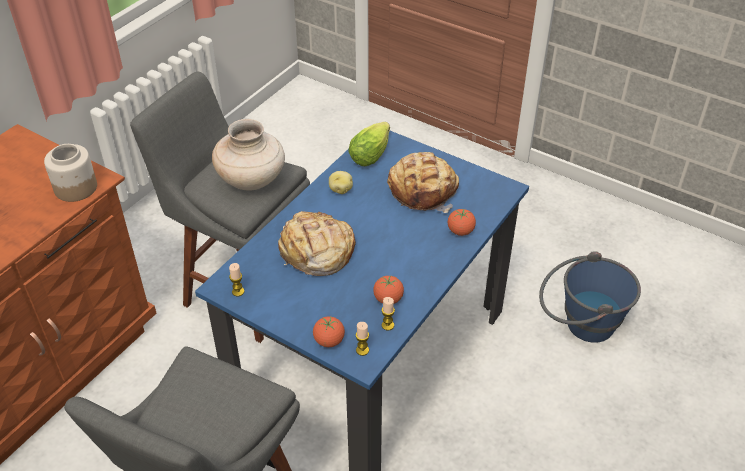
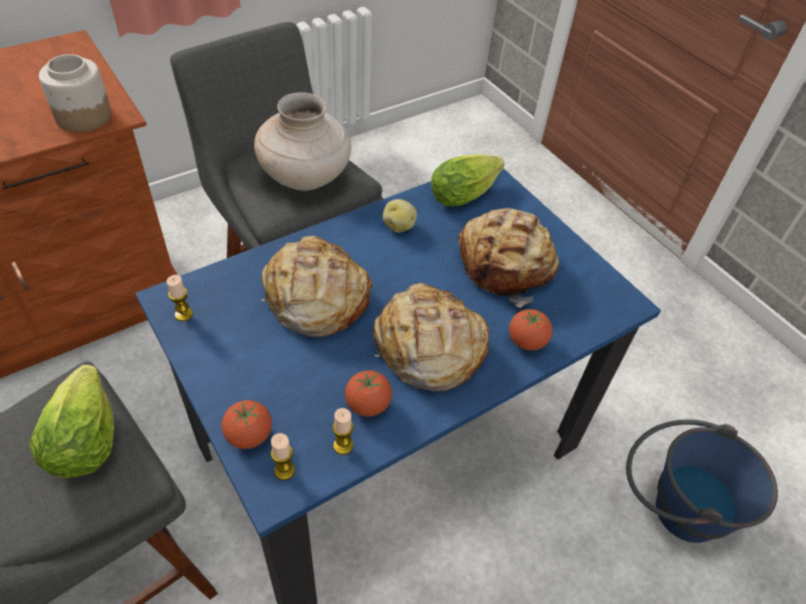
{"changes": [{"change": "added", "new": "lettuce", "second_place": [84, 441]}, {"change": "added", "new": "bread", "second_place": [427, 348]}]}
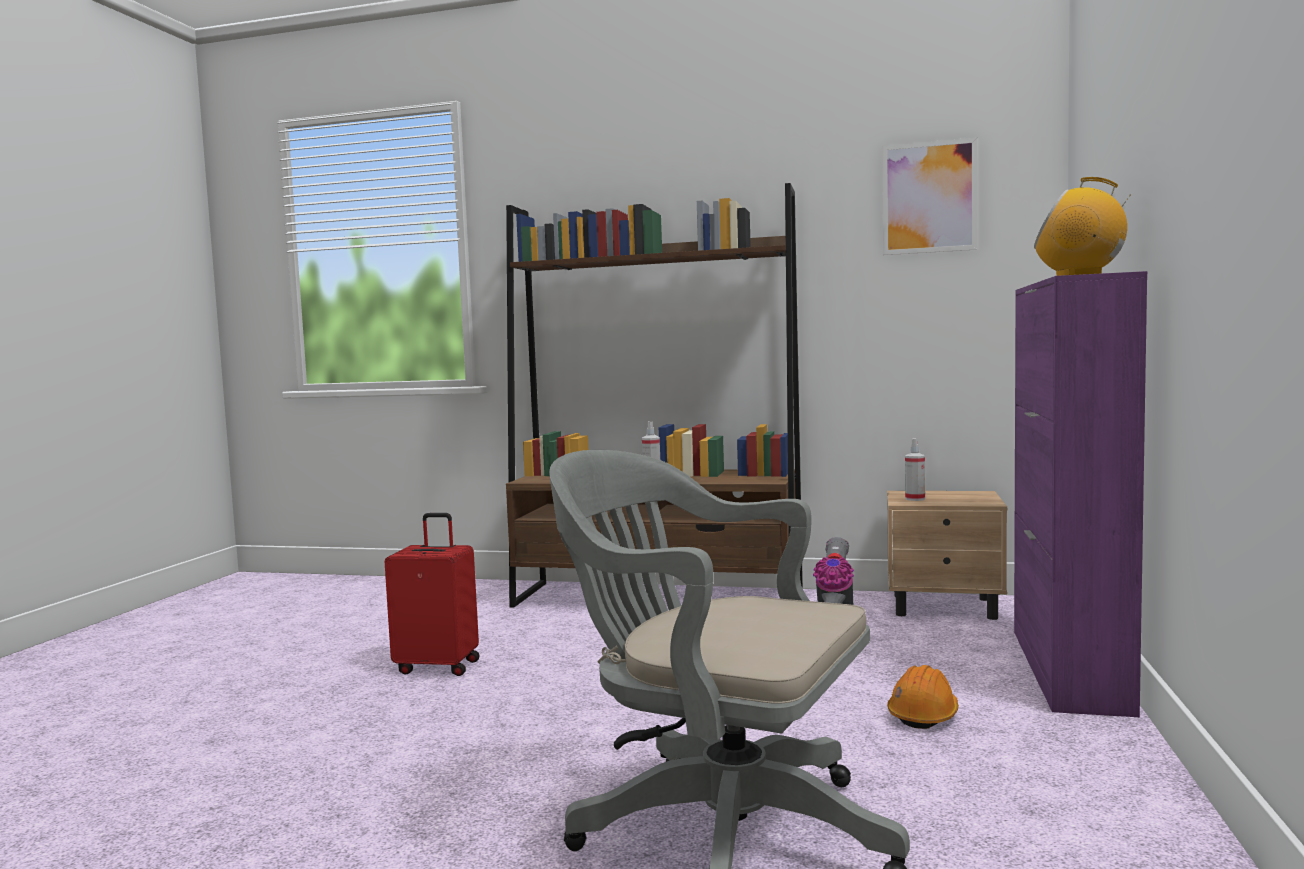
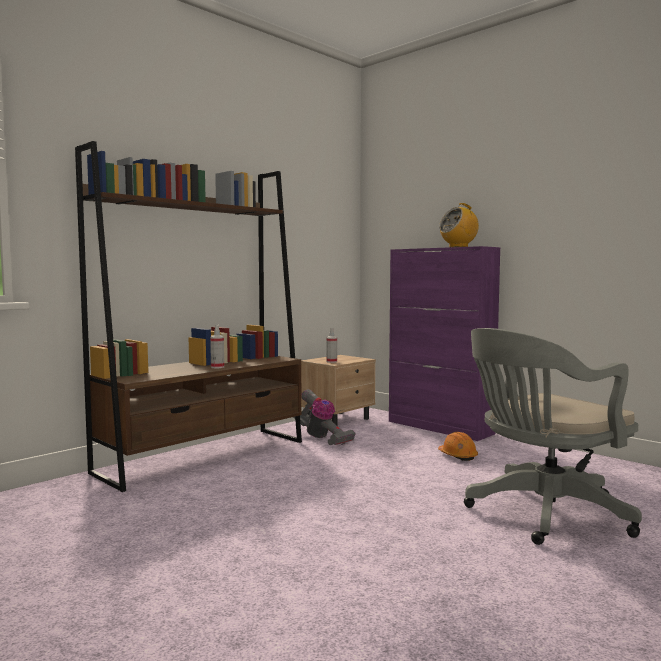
{"changes": [{"change": "removed", "old": "red suitcase", "first_place": [438, 666]}, {"change": "removed", "old": "picture", "first_place": [929, 197]}]}
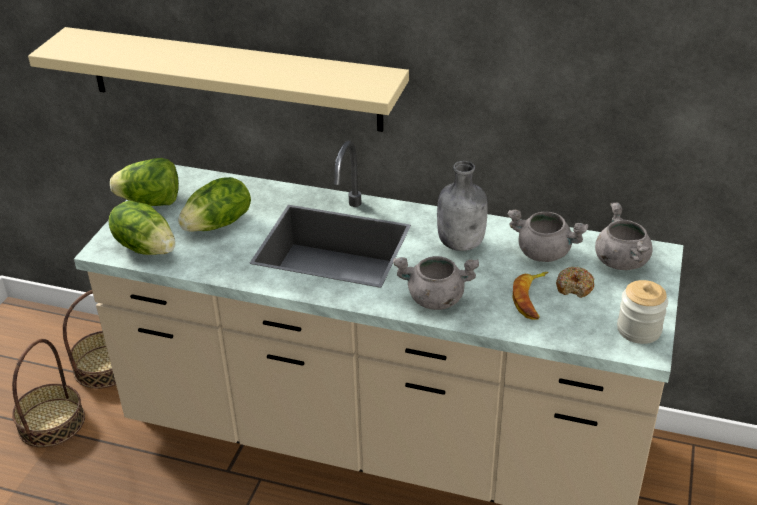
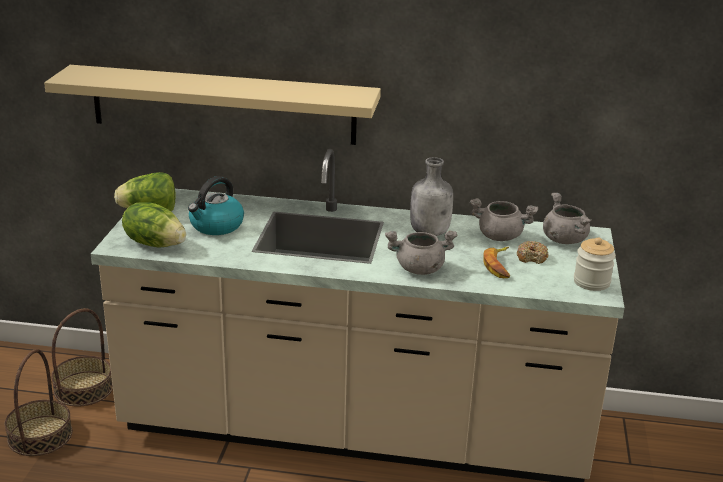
{"changes": [{"change": "replaced", "old": "lettuce", "new": "kettle", "first_place": [219, 224], "second_place": [216, 226]}]}
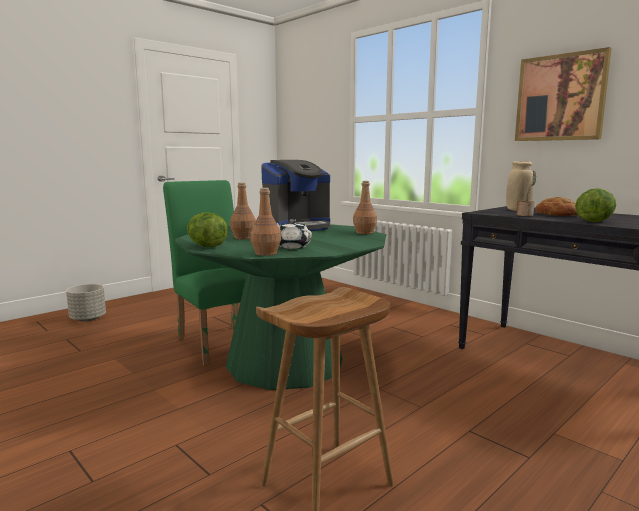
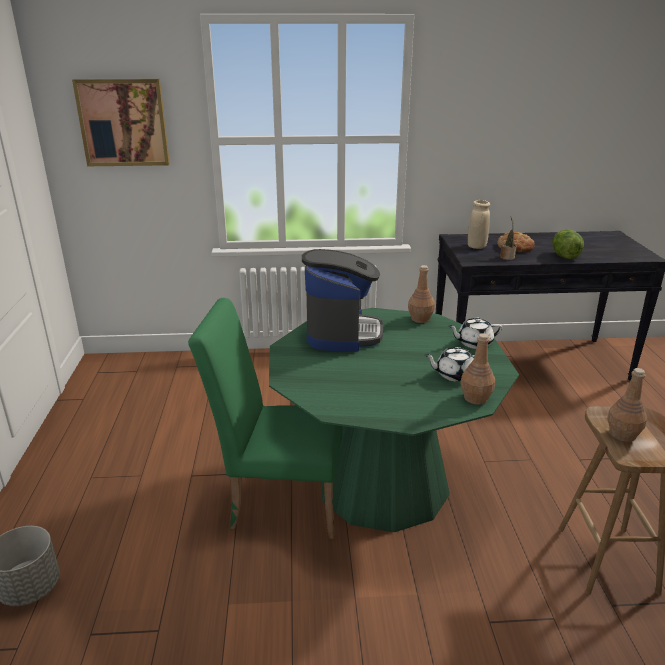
{"changes": [{"change": "moved", "old": "picture", "first_place": [560, 98], "second_place": [123, 123]}, {"change": "added", "new": "white teapot", "second_place": [473, 343]}, {"change": "moved", "old": "brown bottle", "first_place": [243, 238], "second_place": [623, 434]}, {"change": "removed", "old": "lettuce", "first_place": [207, 246]}]}
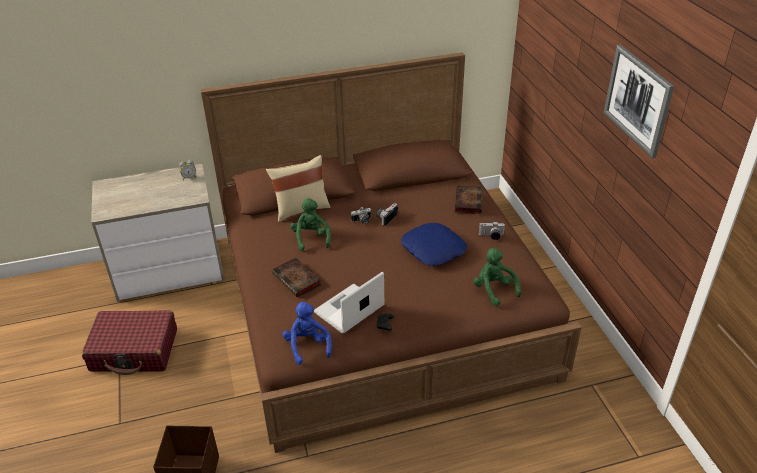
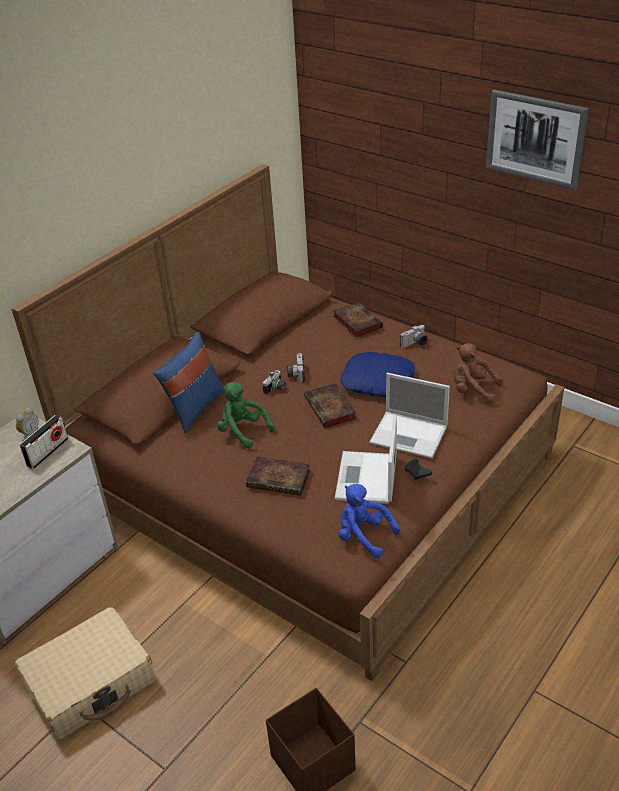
{"changes": [{"change": "recoloured", "old": "red suitcase", "new": "beige suitcase", "first_place": [134, 350], "second_place": [91, 682]}, {"change": "added", "new": "radio", "second_place": [47, 452]}, {"change": "recoloured", "old": "beige pillow", "new": "blue pillow", "first_place": [301, 209], "second_place": [194, 408]}, {"change": "added", "new": "book", "second_place": [331, 409]}, {"change": "added", "new": "laptop", "second_place": [410, 435]}, {"change": "recoloured", "old": "green plush toy", "new": "brown plush toy", "first_place": [494, 290], "second_place": [472, 390]}]}
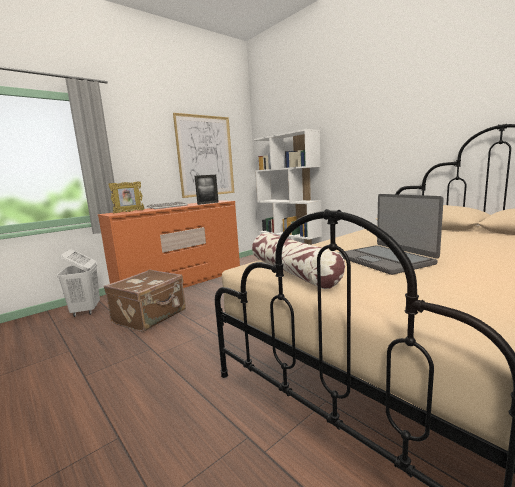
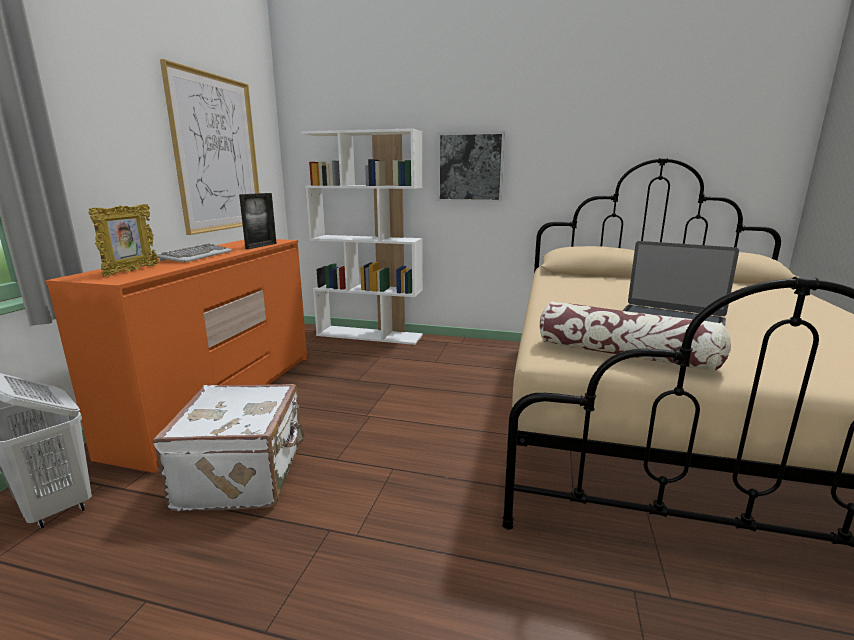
{"changes": [{"change": "recoloured", "old": "brown suitcase", "new": "white suitcase", "first_place": [150, 316], "second_place": [244, 475]}, {"change": "added", "new": "picture", "second_place": [470, 167]}]}
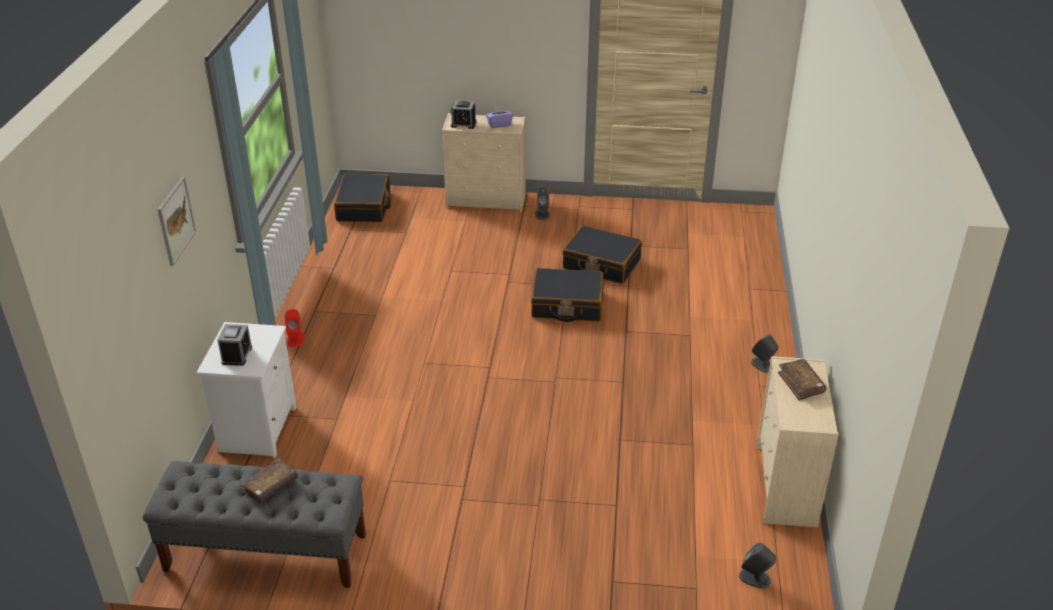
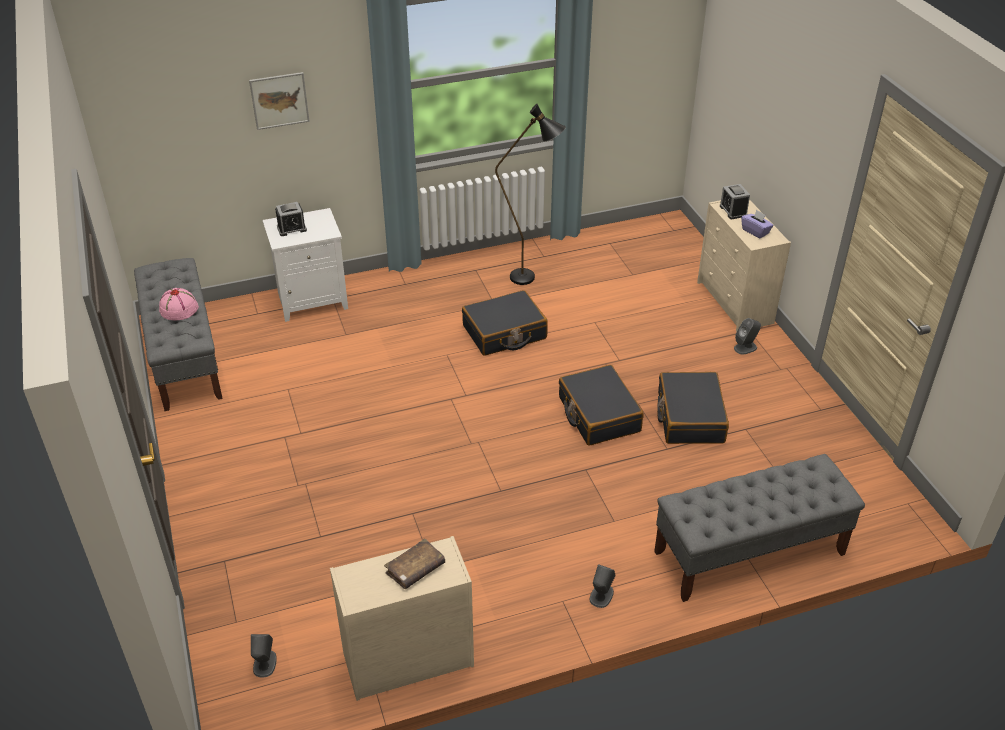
{"changes": [{"change": "replaced", "old": "brown book", "new": "pink hat", "first_place": [270, 486], "second_place": [178, 308]}, {"change": "moved", "old": "black suitcase", "first_place": [364, 207], "second_place": [504, 333]}, {"change": "added", "new": "black floor lamp", "second_place": [531, 279]}, {"change": "added", "new": "grey bench", "second_place": [749, 553]}, {"change": "removed", "old": "red speaker", "first_place": [296, 339]}]}
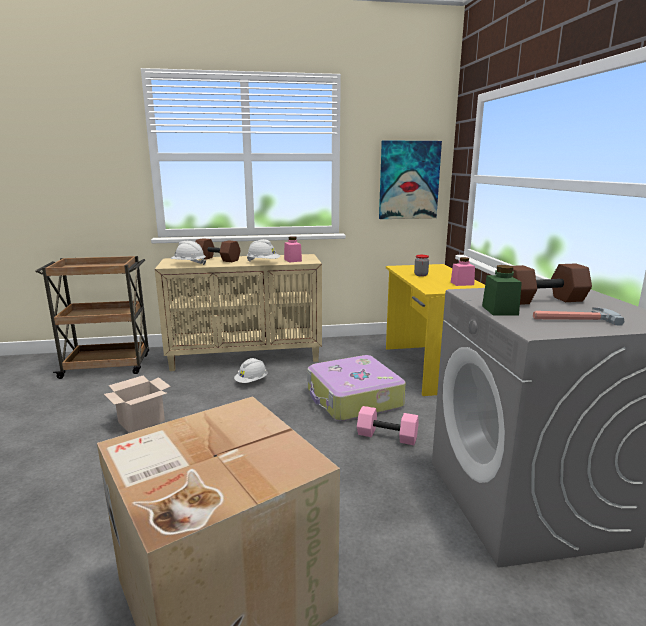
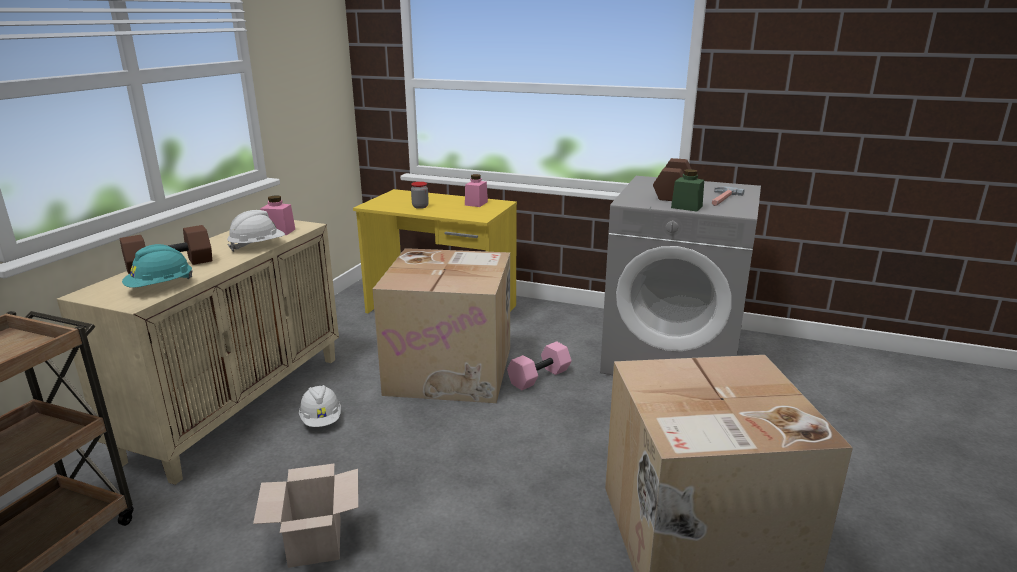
{"changes": [{"change": "recoloured", "old": "white hard hat", "new": "turquoise hard hat", "first_place": [188, 264], "second_place": [160, 287]}, {"change": "replaced", "old": "suitcase", "new": "cardboard box", "first_place": [353, 399], "second_place": [452, 369]}, {"change": "removed", "old": "picture", "first_place": [409, 180]}]}
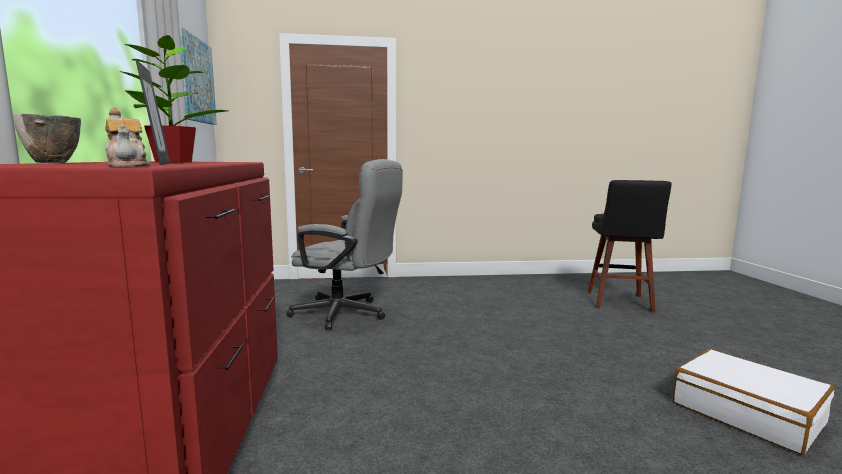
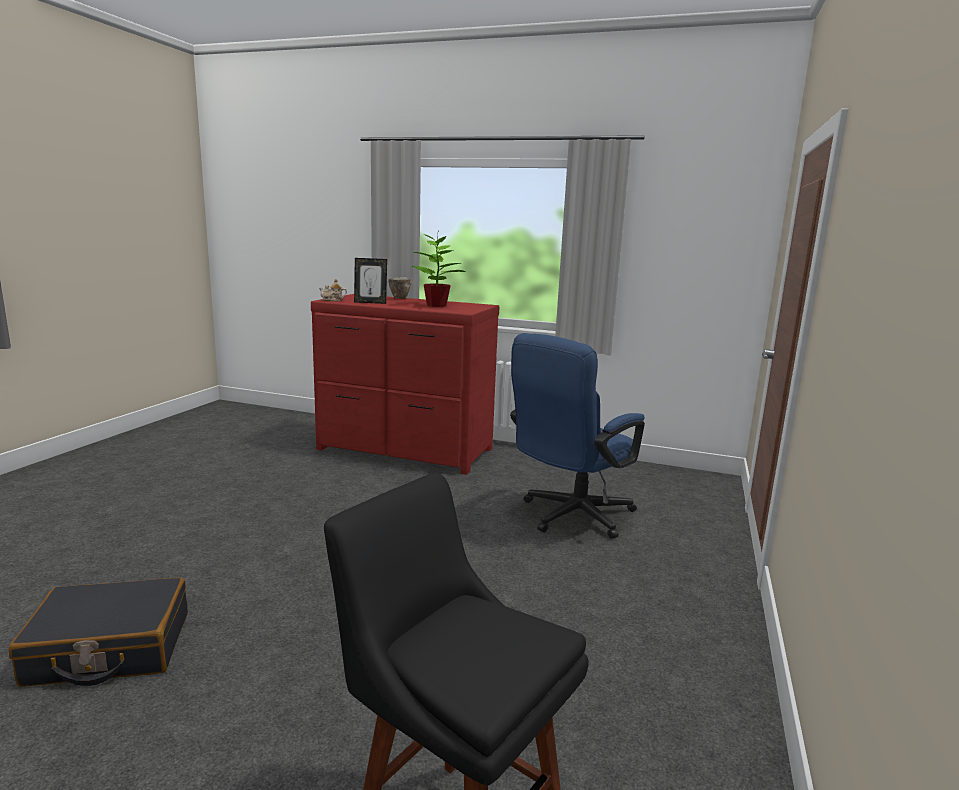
{"changes": [{"change": "recoloured", "old": "white suitcase", "new": "black suitcase", "first_place": [747, 413], "second_place": [109, 649]}, {"change": "recoloured", "old": "grey office chair", "new": "blue office chair", "first_place": [347, 314], "second_place": [570, 517]}, {"change": "removed", "old": "picture", "first_place": [195, 80]}]}
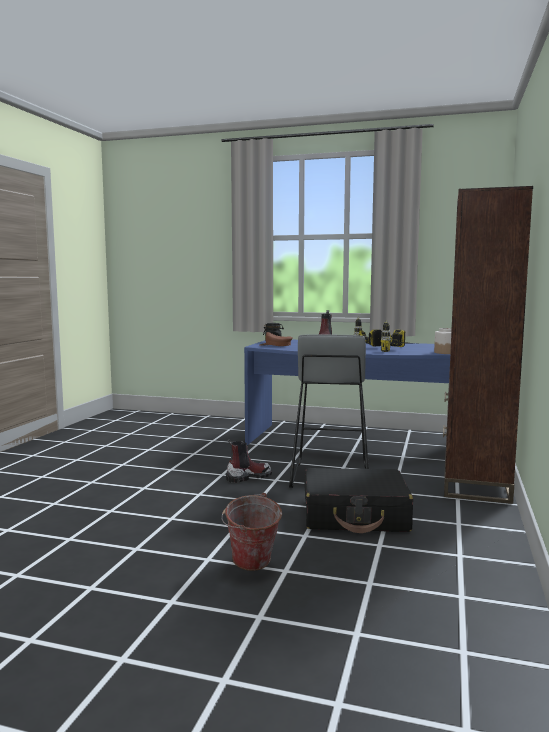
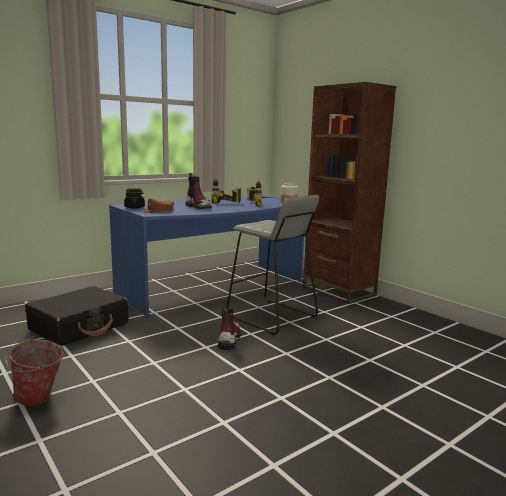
{"changes": [{"change": "moved", "old": "bucket", "first_place": [251, 566], "second_place": [38, 400]}, {"change": "moved", "old": "black suitcase", "first_place": [355, 515], "second_place": [79, 326]}]}
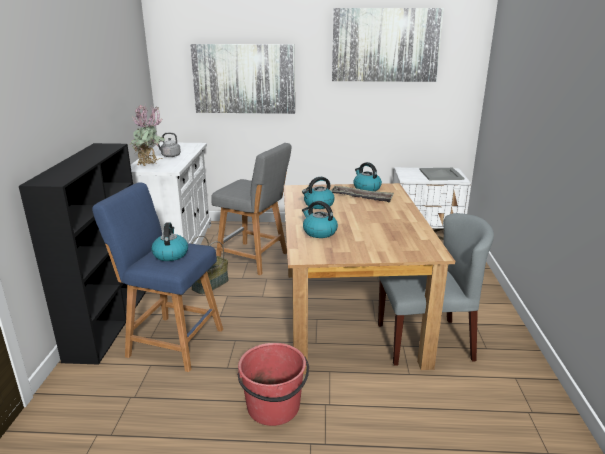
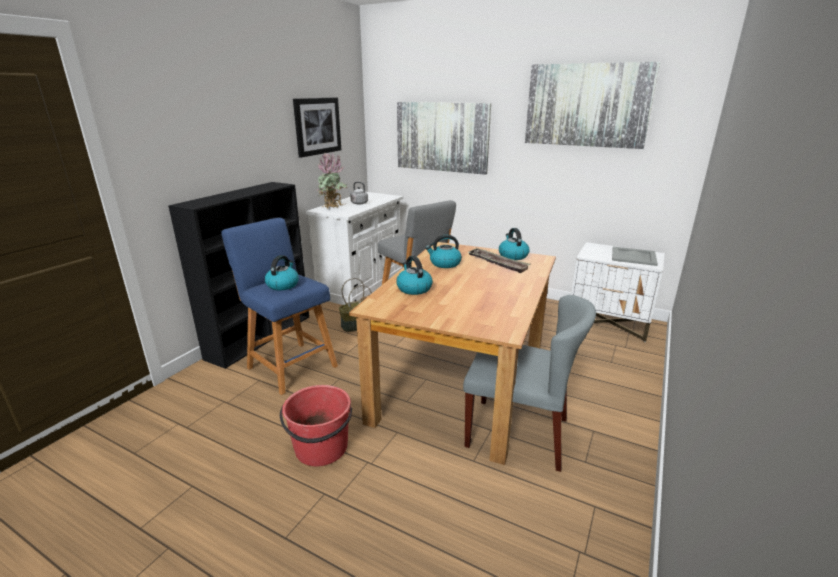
{"changes": [{"change": "added", "new": "picture", "second_place": [317, 126]}]}
